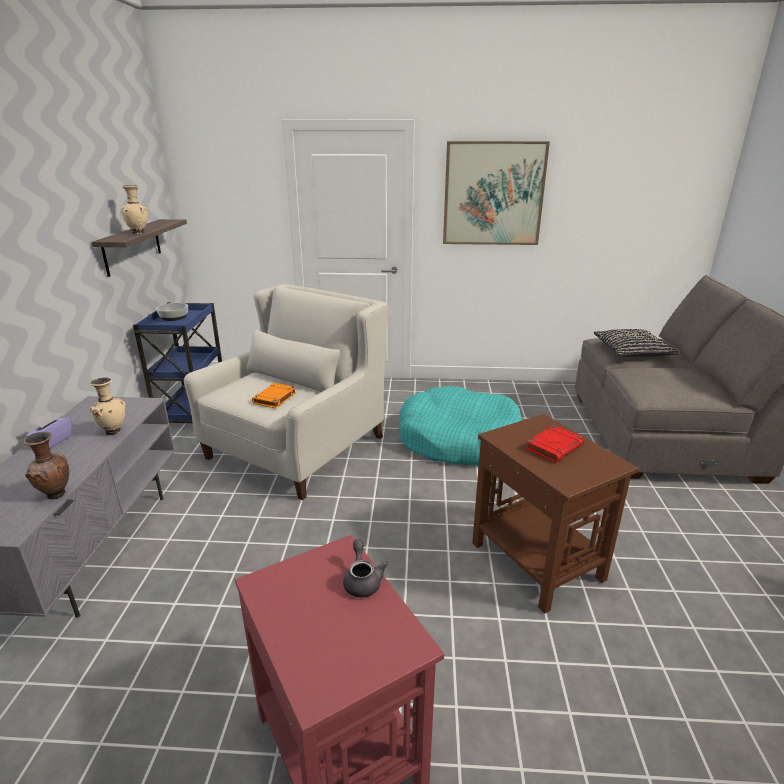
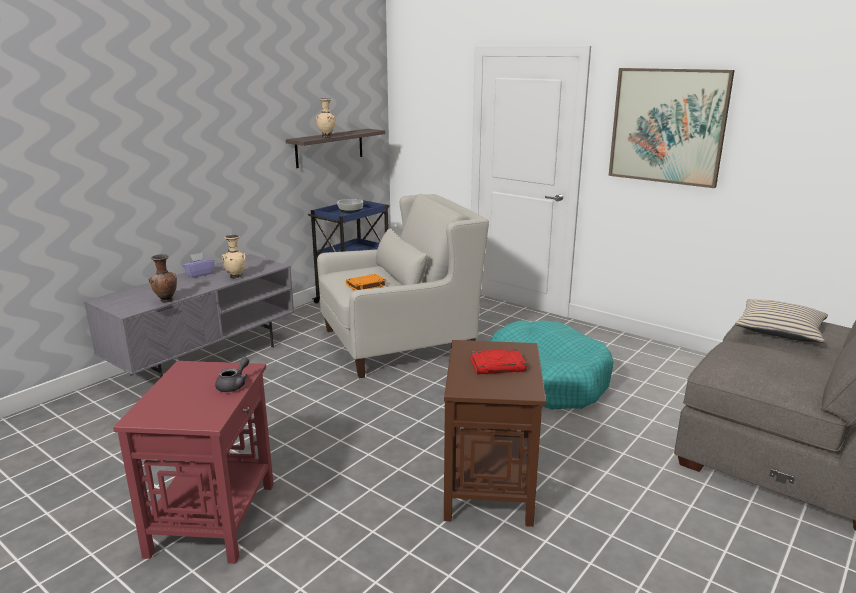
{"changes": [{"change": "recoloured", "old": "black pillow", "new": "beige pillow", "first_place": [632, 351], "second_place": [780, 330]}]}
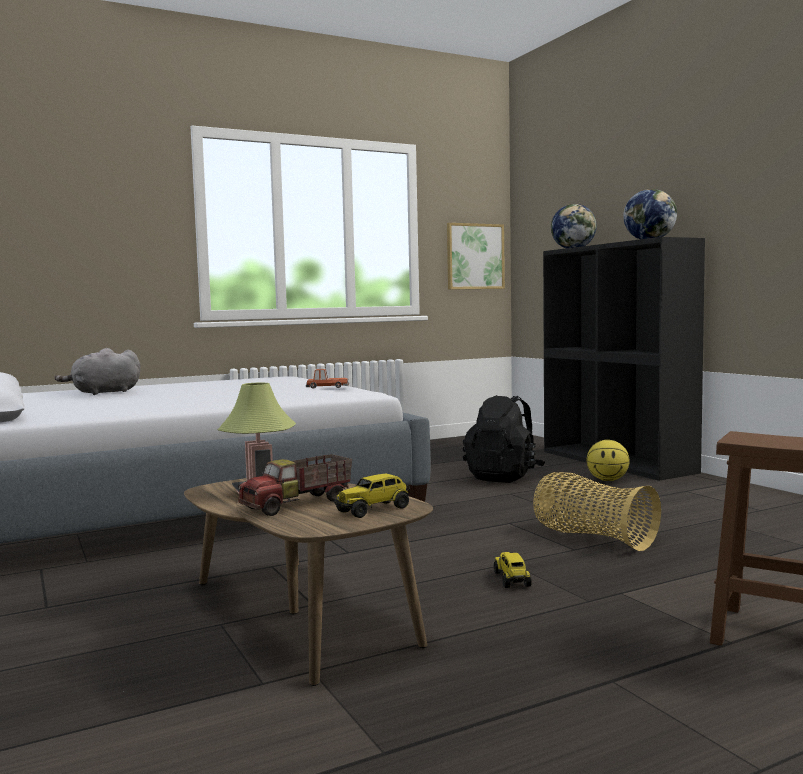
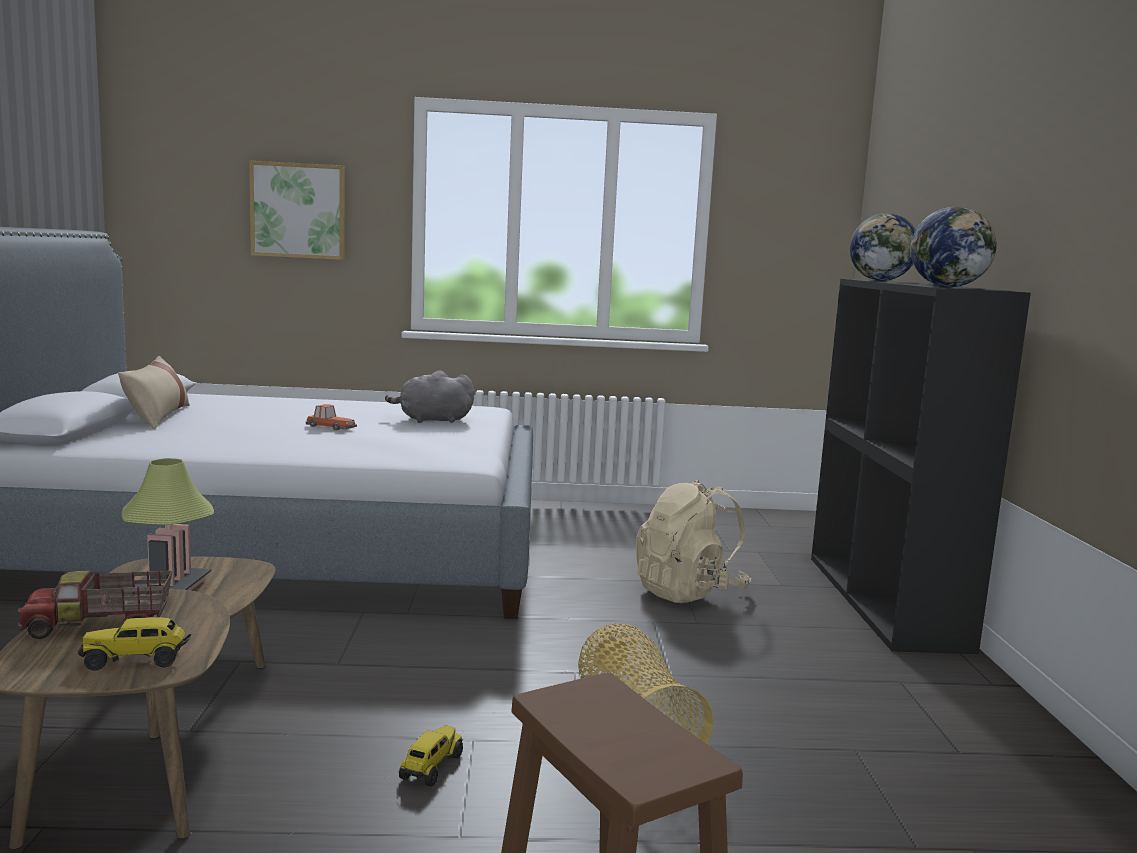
{"changes": [{"change": "added", "new": "beige pillow", "second_place": [157, 416]}, {"change": "moved", "old": "picture", "first_place": [475, 256], "second_place": [298, 211]}, {"change": "moved", "old": "toy car", "first_place": [327, 387], "second_place": [330, 427]}, {"change": "moved", "old": "grey plush toy", "first_place": [103, 393], "second_place": [432, 420]}, {"change": "recoloured", "old": "black backpack", "new": "beige backpack", "first_place": [503, 477], "second_place": [689, 592]}, {"change": "removed", "old": "basketball", "first_place": [608, 480]}]}
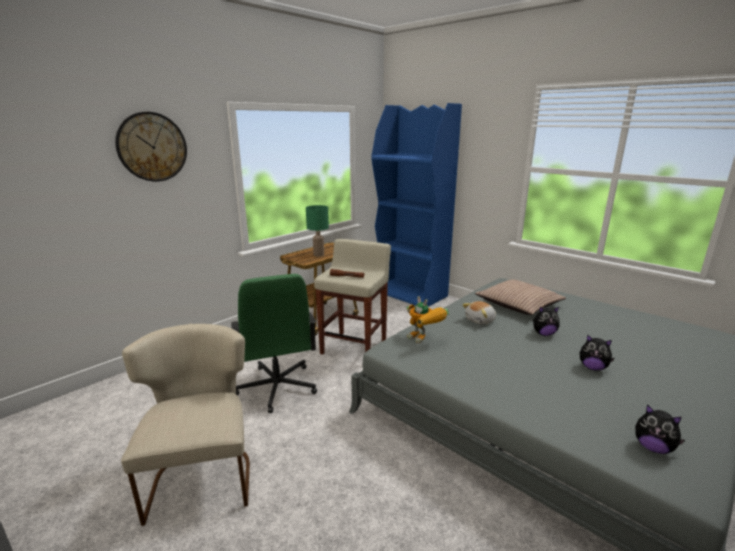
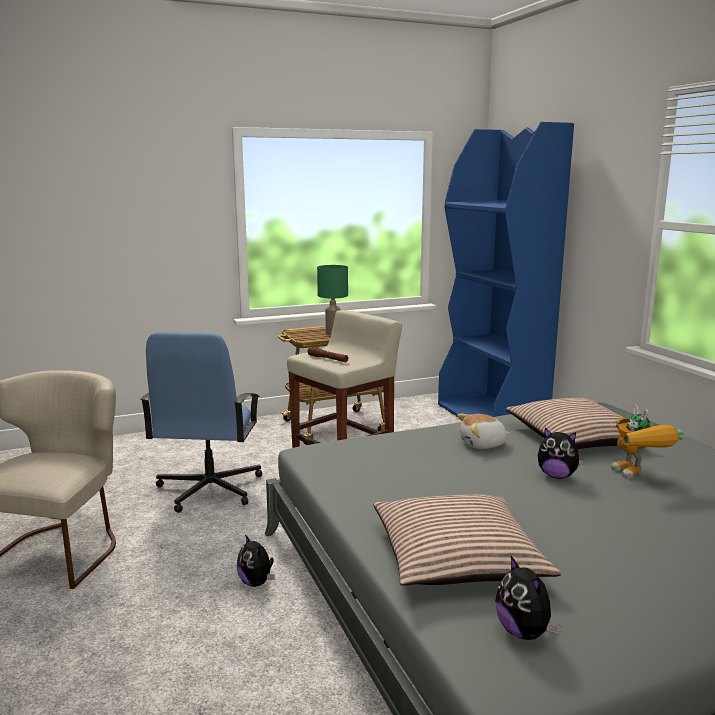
{"changes": [{"change": "recoloured", "old": "green office chair", "new": "blue office chair", "first_place": [277, 387], "second_place": [209, 489]}, {"change": "moved", "old": "plush toy", "first_place": [593, 367], "second_place": [256, 582]}, {"change": "added", "new": "pillow", "second_place": [457, 557]}, {"change": "moved", "old": "toy robot", "first_place": [424, 340], "second_place": [638, 476]}, {"change": "removed", "old": "wall clock", "first_place": [152, 147]}]}
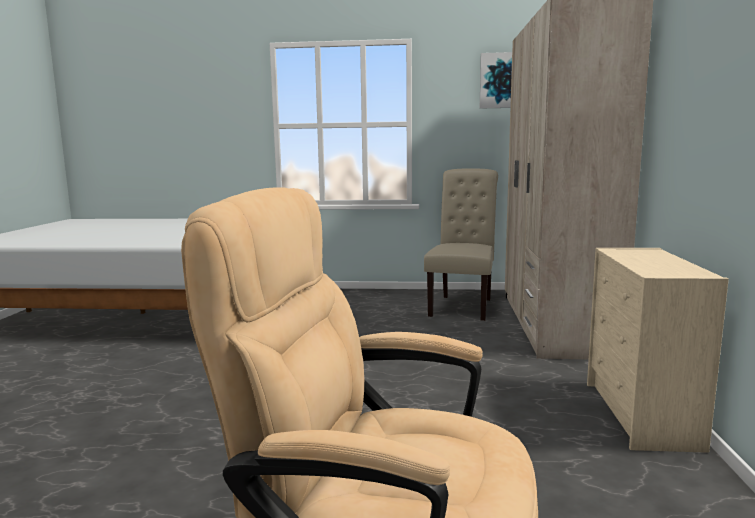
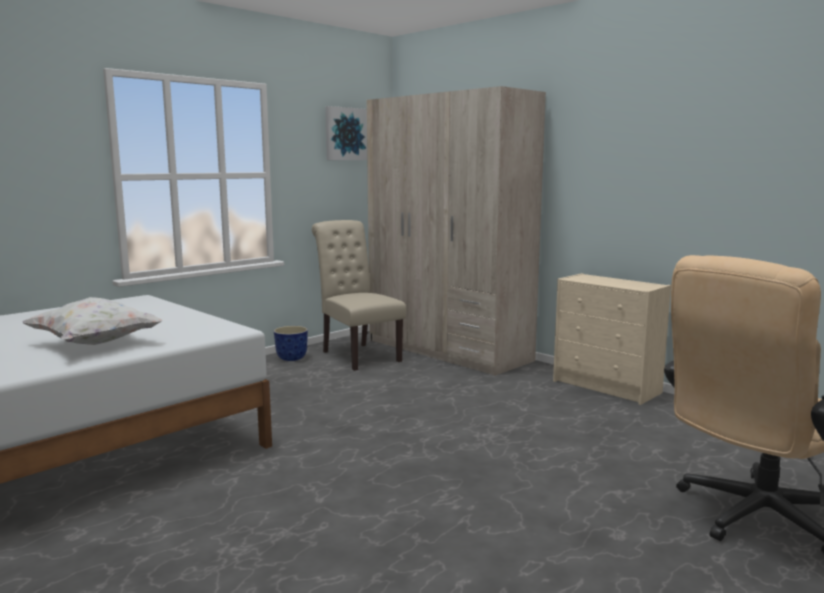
{"changes": [{"change": "added", "new": "white pillow", "second_place": [96, 344]}, {"change": "added", "new": "planter", "second_place": [292, 358]}]}
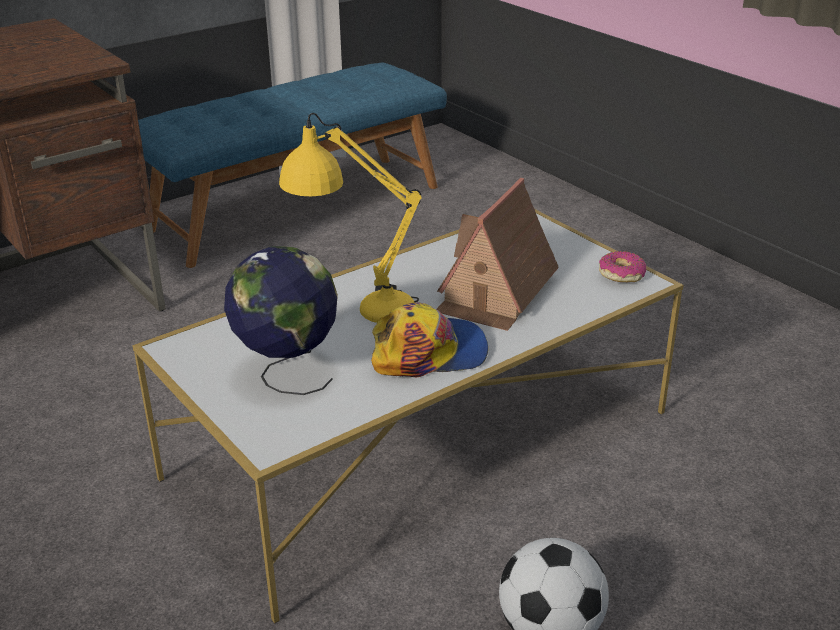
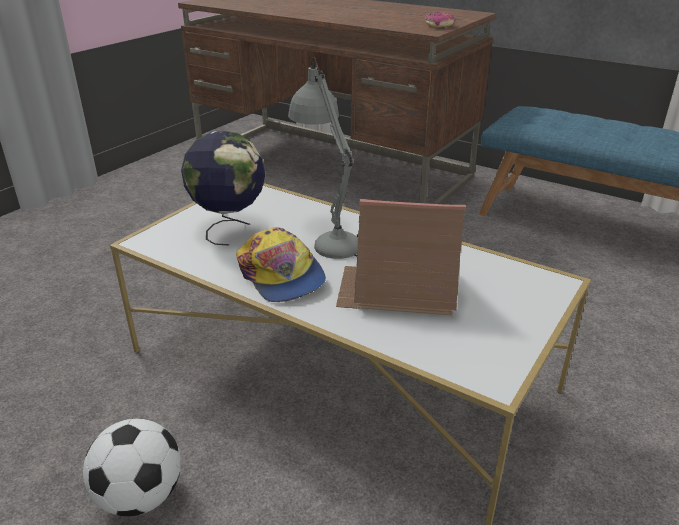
{"changes": [{"change": "recoloured", "old": "yellow table lamp", "new": "grey table lamp", "first_place": [356, 309], "second_place": [329, 234]}, {"change": "moved", "old": "donut", "first_place": [621, 274], "second_place": [439, 25]}]}
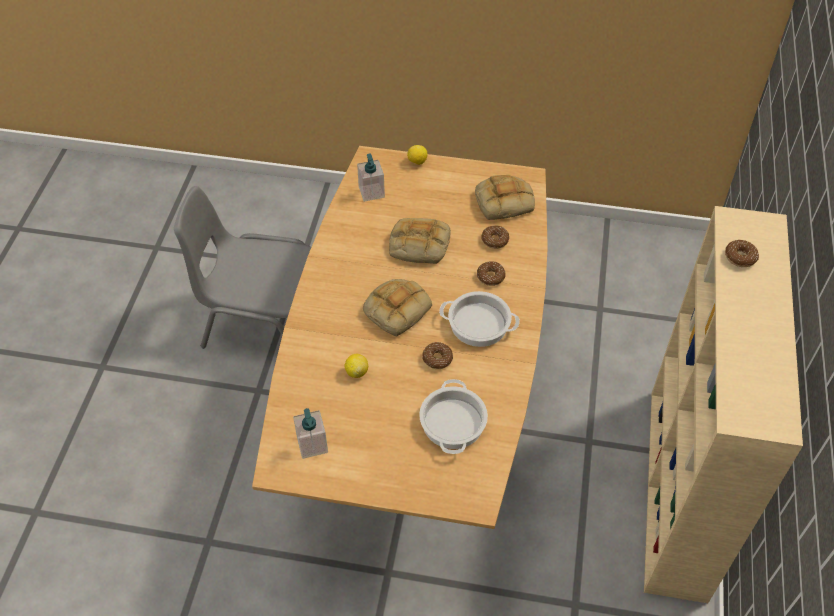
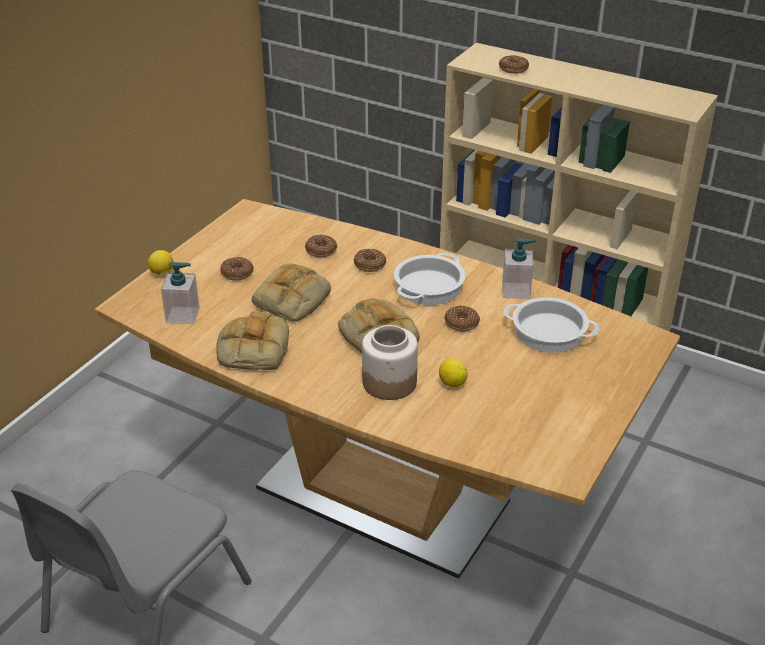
{"changes": [{"change": "moved", "old": "bread", "first_place": [504, 201], "second_place": [252, 348]}, {"change": "added", "new": "donut", "second_place": [237, 273]}, {"change": "added", "new": "jar", "second_place": [390, 382]}, {"change": "moved", "old": "soap dispenser", "first_place": [312, 445], "second_place": [516, 290]}]}
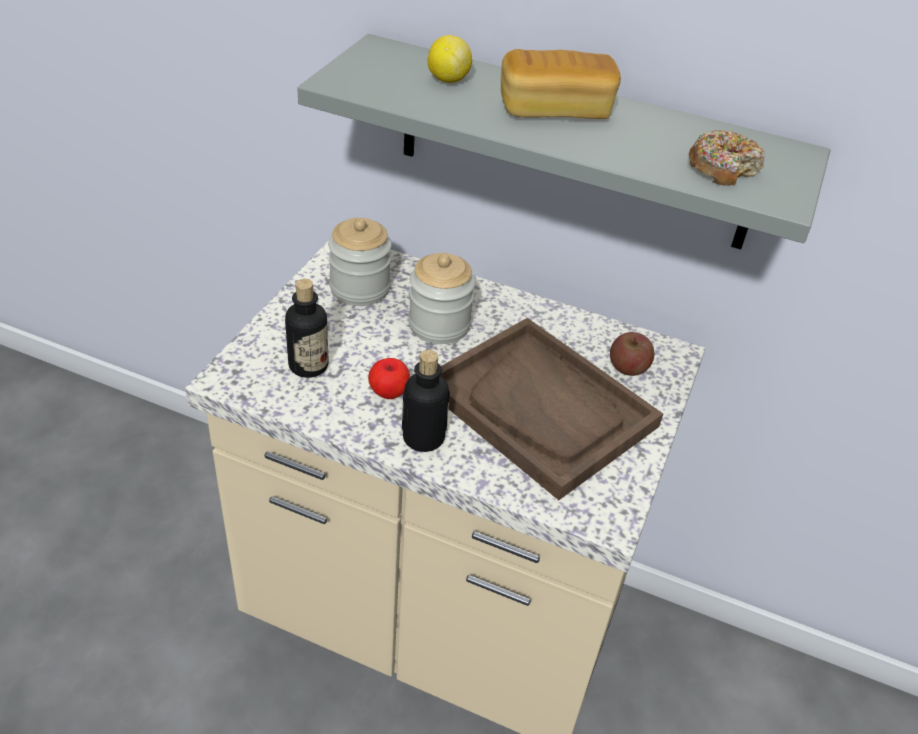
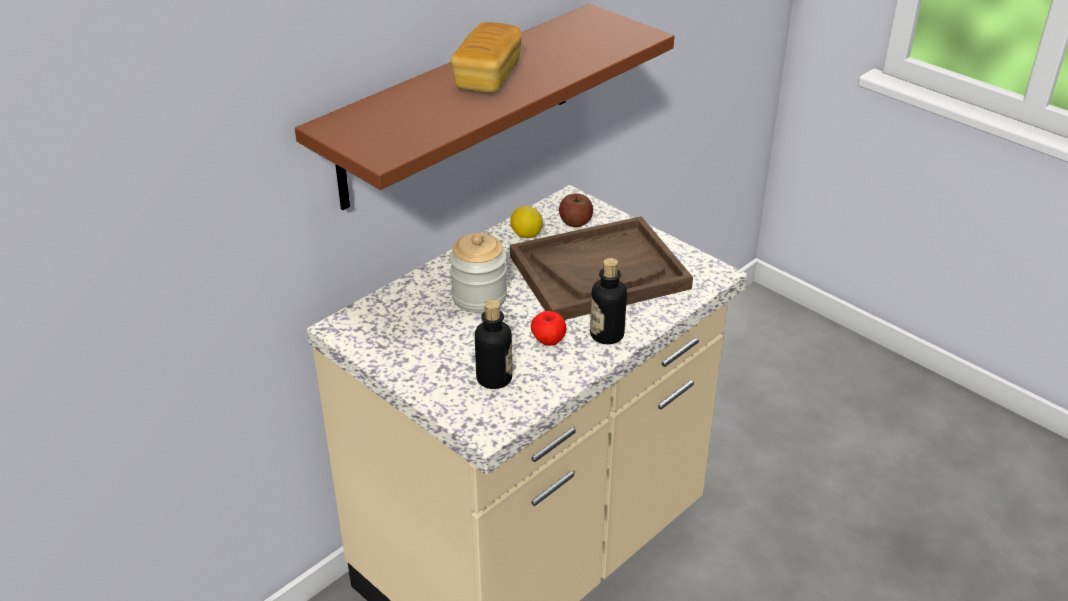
{"changes": [{"change": "recoloured", "old": "grey shelf", "new": "brown shelf", "first_place": [574, 144], "second_place": [458, 106]}, {"change": "moved", "old": "lemon", "first_place": [448, 79], "second_place": [526, 235]}, {"change": "removed", "old": "jar", "first_place": [360, 288]}, {"change": "removed", "old": "donut", "first_place": [722, 168]}]}
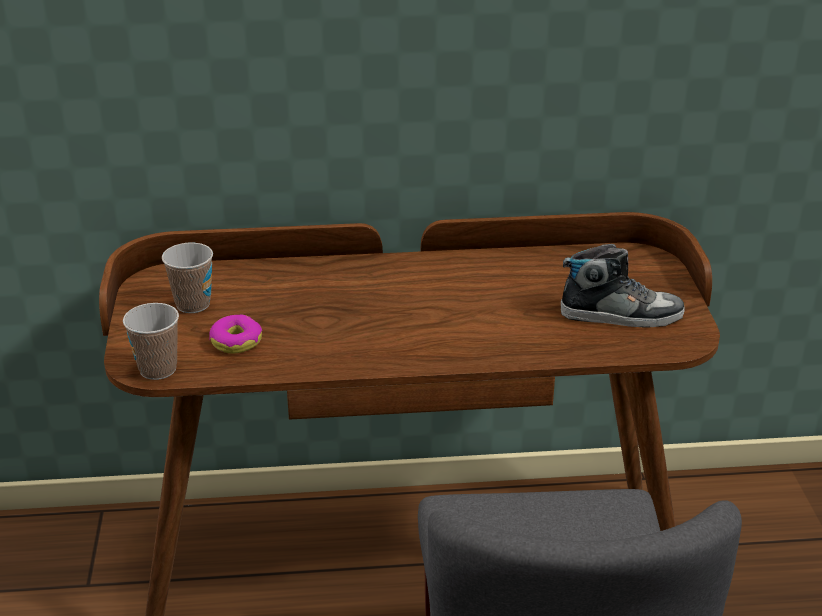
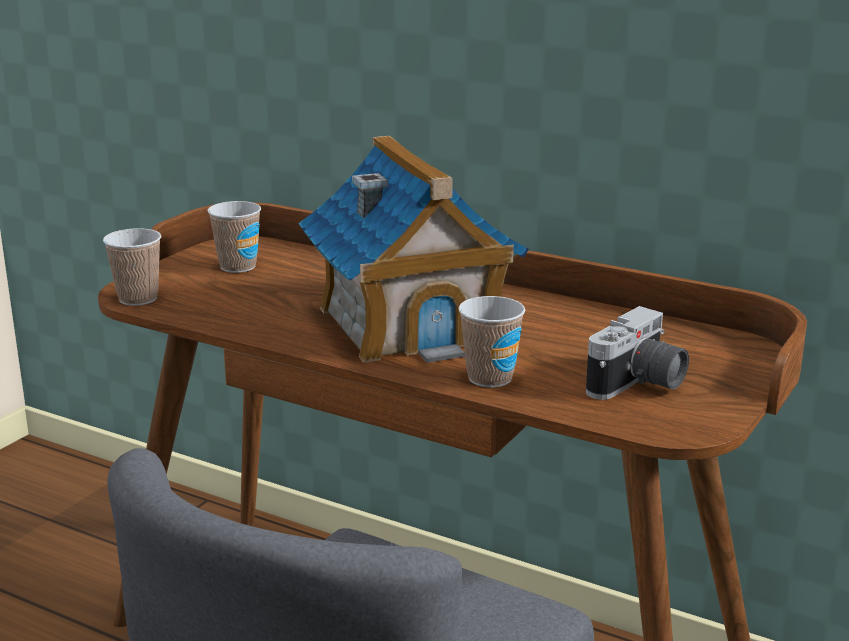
{"changes": [{"change": "added", "new": "toy house", "second_place": [411, 323]}, {"change": "added", "new": "cup", "second_place": [490, 378]}, {"change": "replaced", "old": "shoe", "new": "photo camera", "first_place": [621, 314], "second_place": [639, 385]}, {"change": "removed", "old": "donut", "first_place": [236, 341]}]}
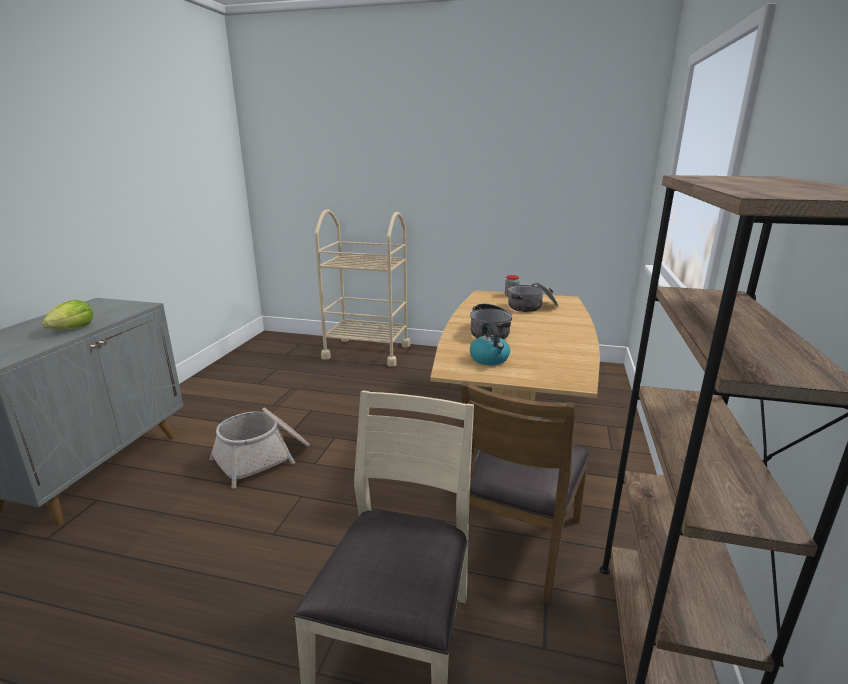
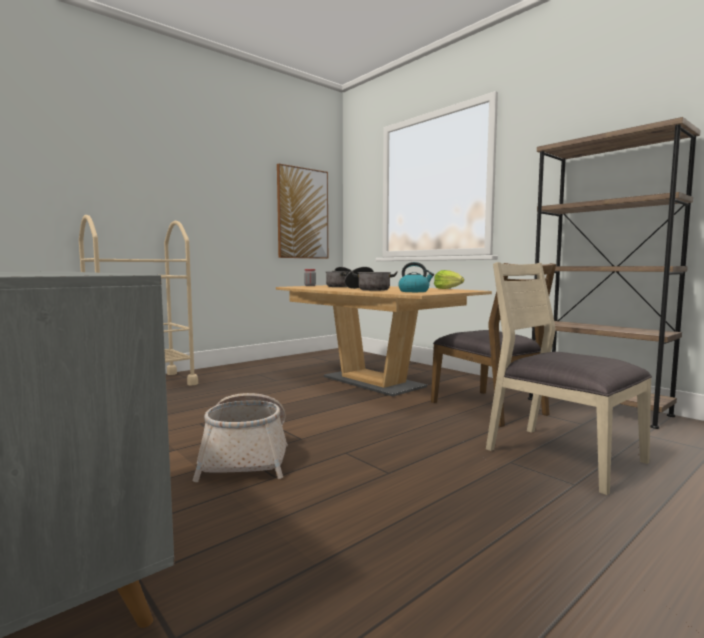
{"changes": [{"change": "added", "new": "picture", "second_place": [302, 213]}, {"change": "moved", "old": "lettuce", "first_place": [73, 329], "second_place": [448, 289]}]}
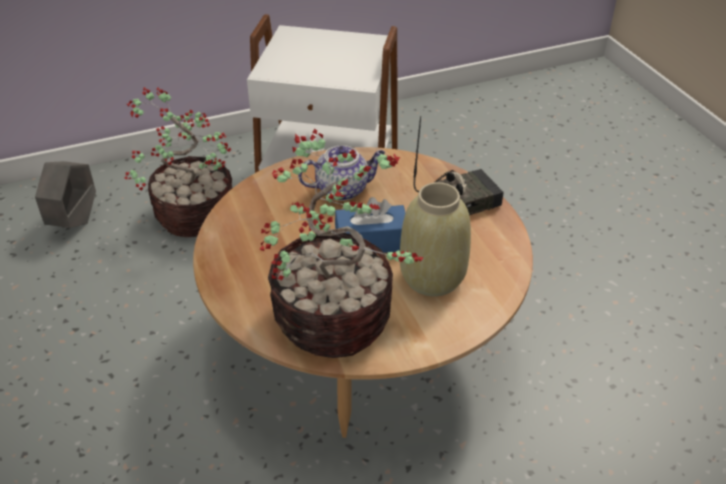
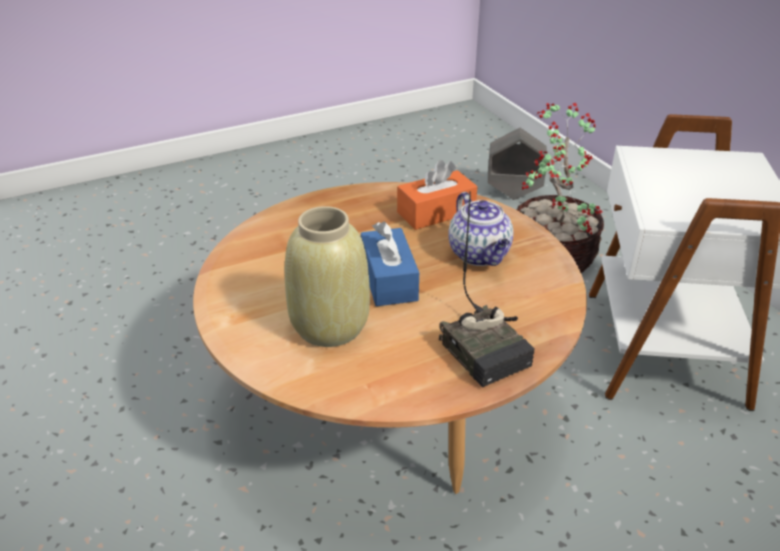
{"changes": [{"change": "added", "new": "orange tissue box", "second_place": [436, 212]}, {"change": "removed", "old": "potted plant", "first_place": [336, 318]}]}
